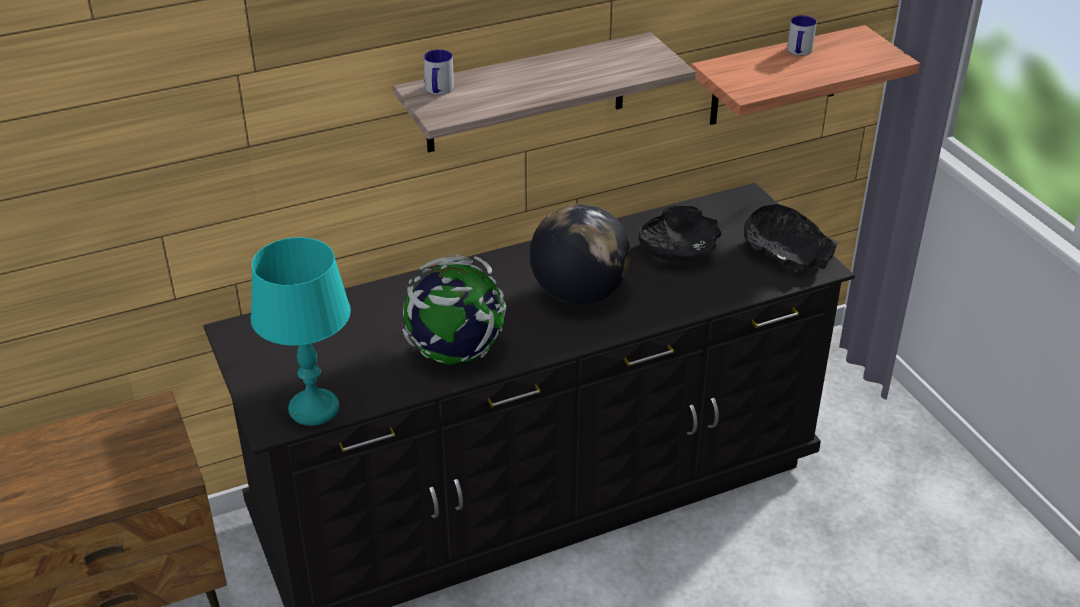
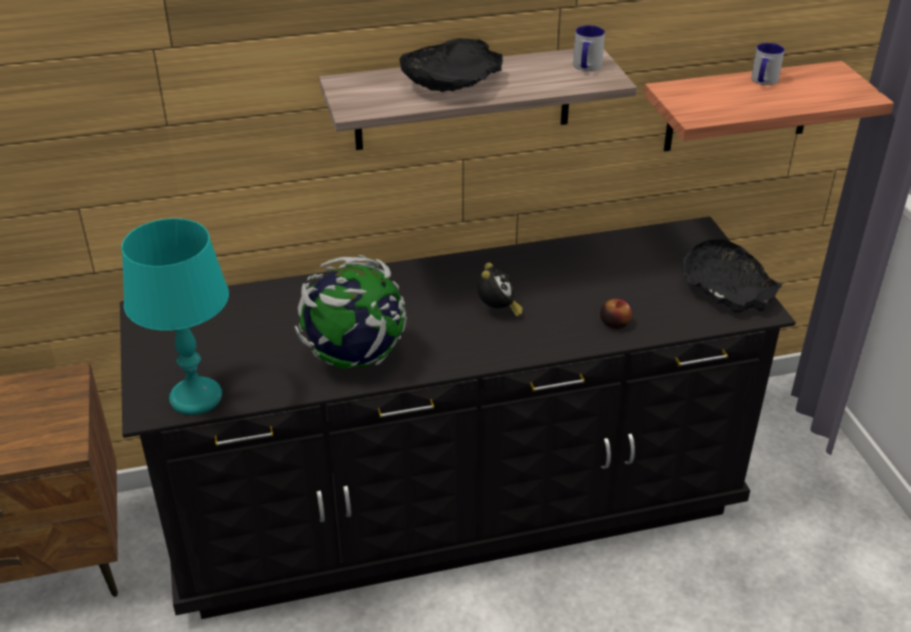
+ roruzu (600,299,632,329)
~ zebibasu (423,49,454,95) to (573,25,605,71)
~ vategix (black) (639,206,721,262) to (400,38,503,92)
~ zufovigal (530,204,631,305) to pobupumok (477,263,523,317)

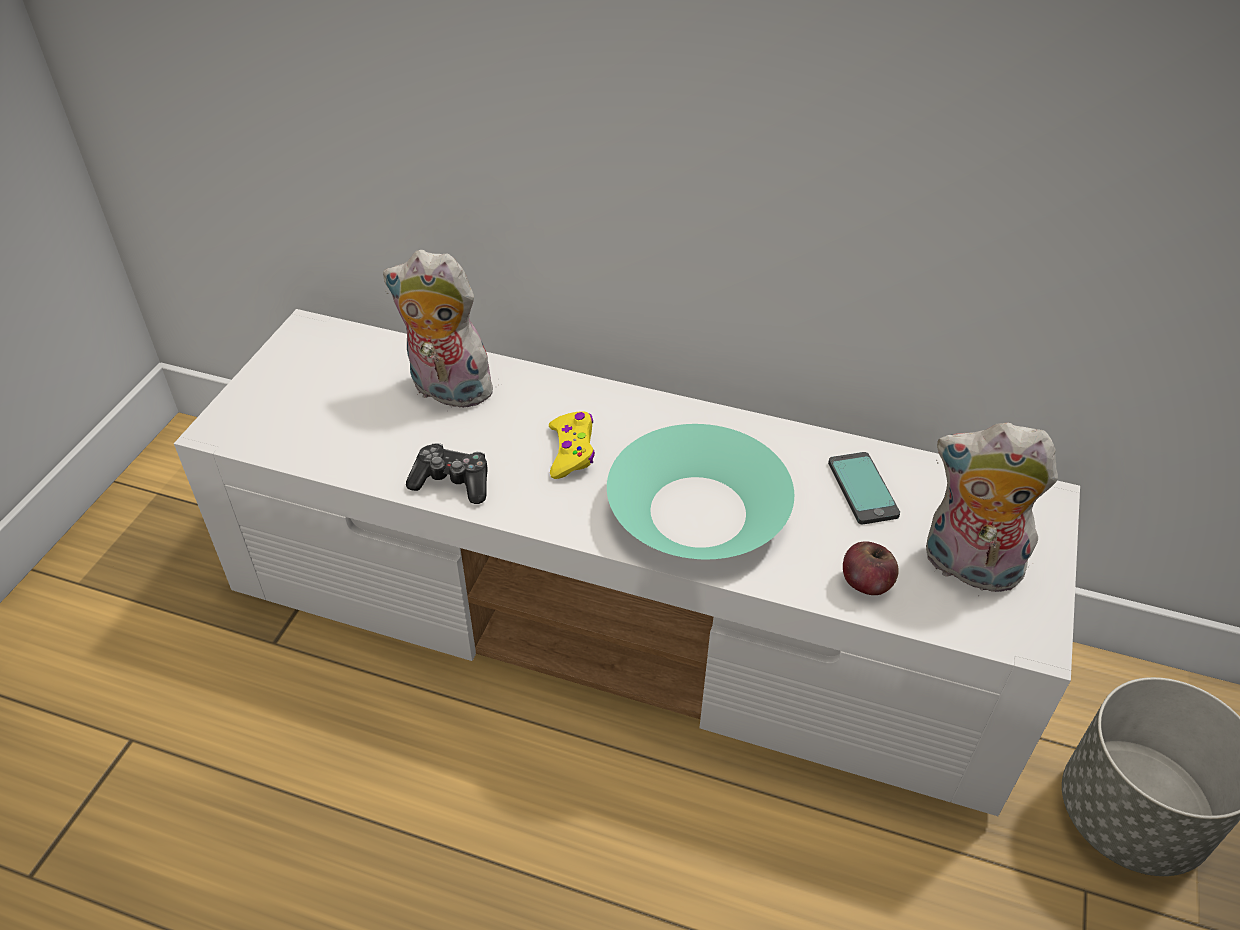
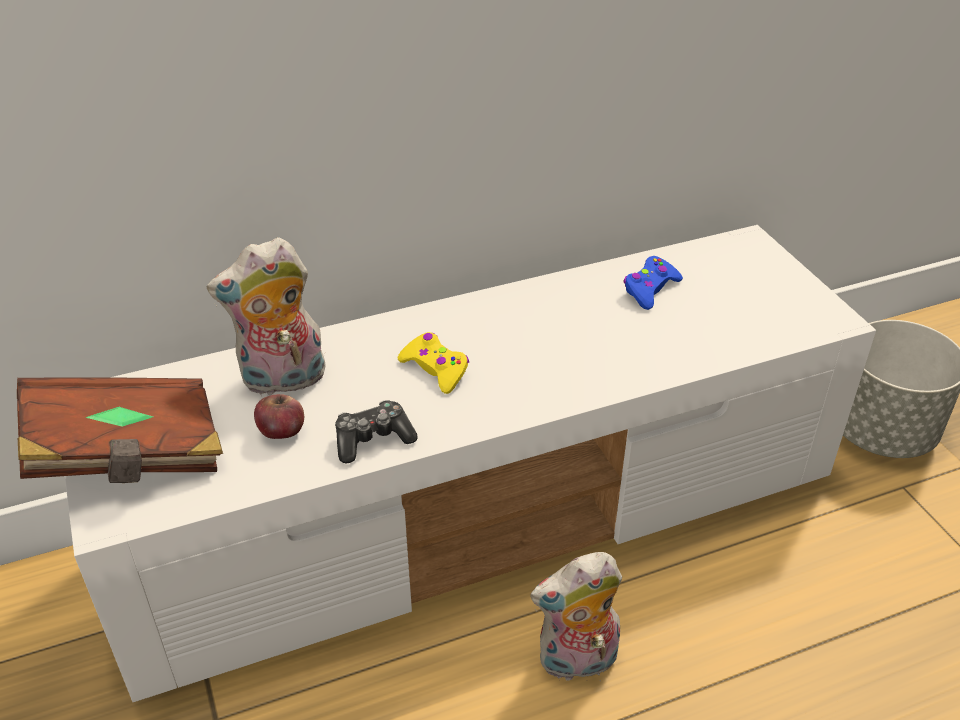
- vategix (turquoise) (607,424,794,559)
+ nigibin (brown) (17,377,223,483)
~ roruzu (843,541,899,595) to (254,394,304,439)
~ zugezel (926,422,1058,596) to (530,552,622,681)
~ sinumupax (828,452,900,525) to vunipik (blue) (623,256,683,310)

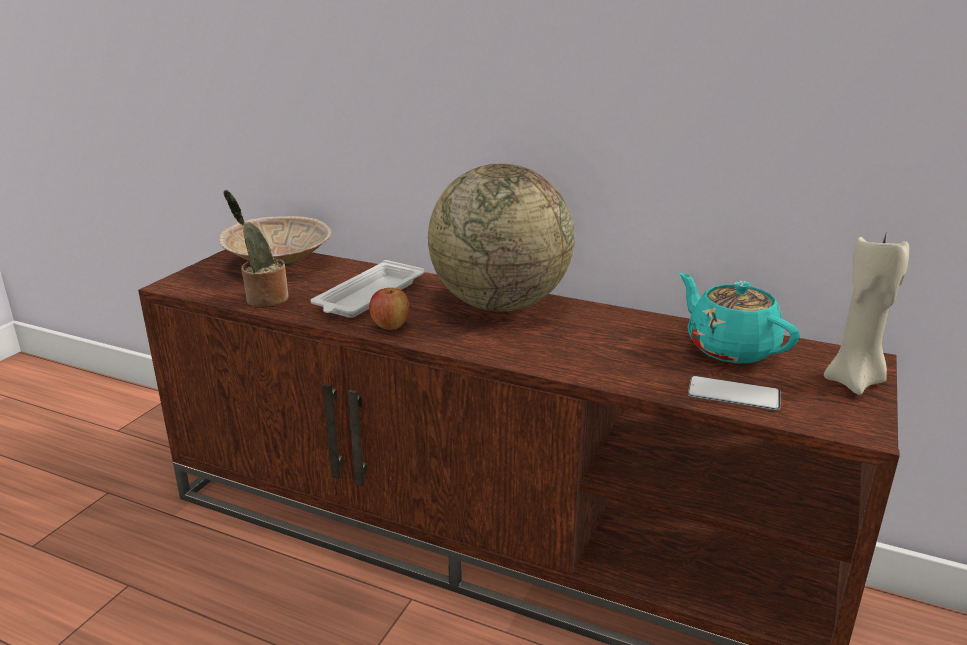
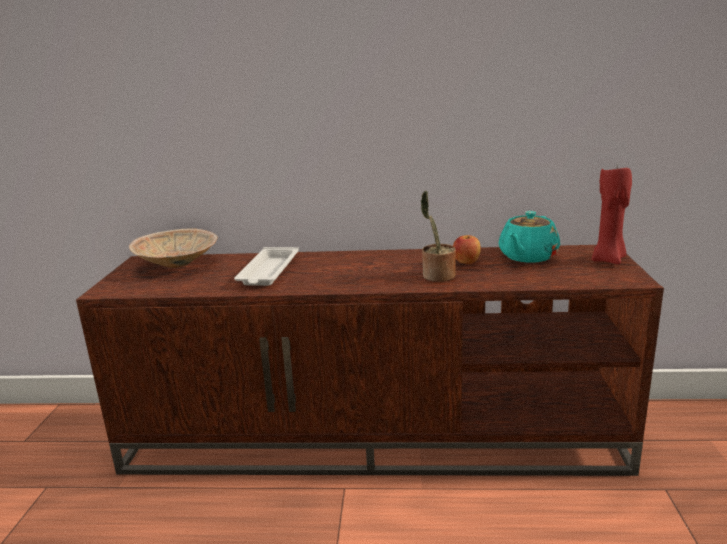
- zufovigal (428,164,575,312)
- sinumupax (688,376,781,410)
~ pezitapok (224,190,288,308) to (421,191,456,282)
~ roruzu (369,288,409,330) to (453,235,481,264)
~ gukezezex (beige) (824,231,909,395) to gukezezex (red) (592,167,632,265)
~ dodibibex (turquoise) (679,273,800,363) = (498,211,560,263) 90 degrees counterclockwise

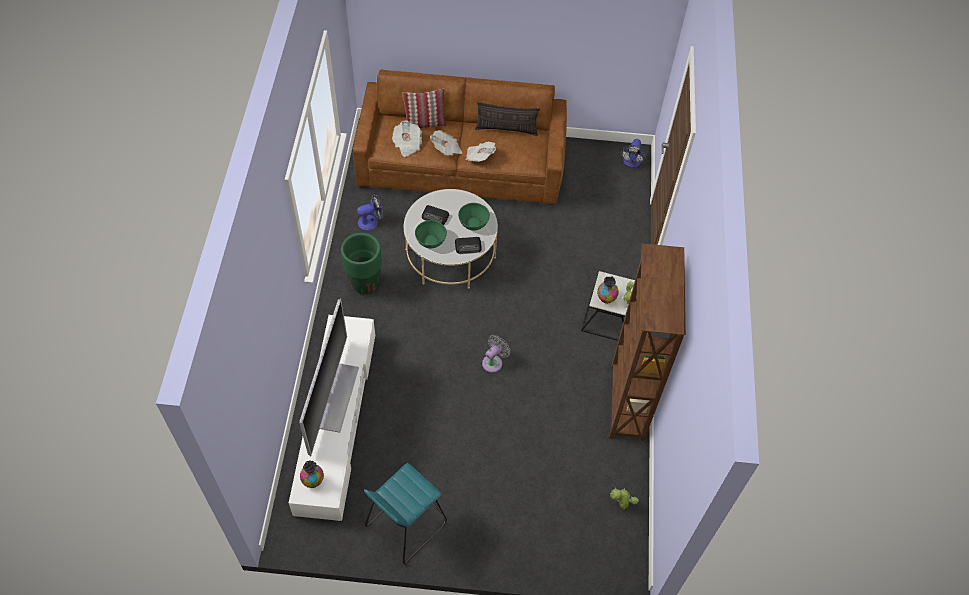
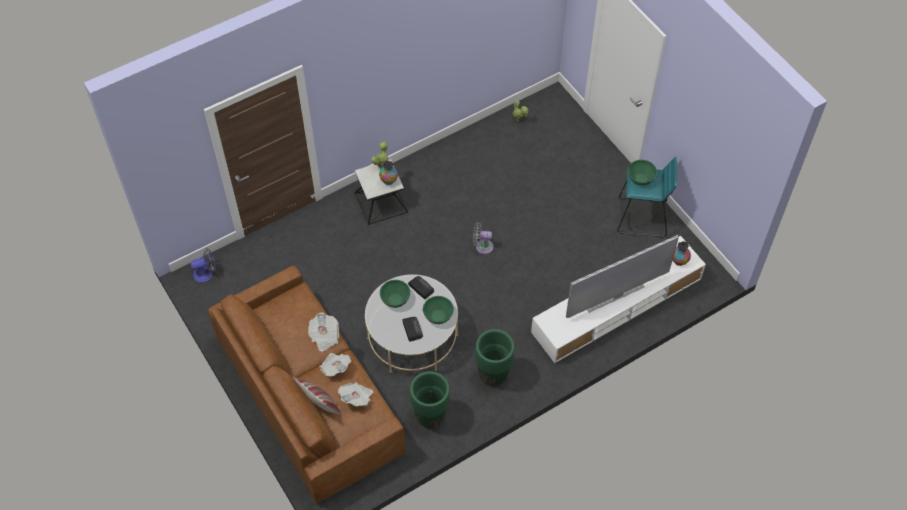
- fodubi (475,102,540,136)
- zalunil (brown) (609,243,686,441)
+ vategix (green) (628,160,657,186)
~ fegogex (357,194,383,230) to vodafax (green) (410,371,450,428)

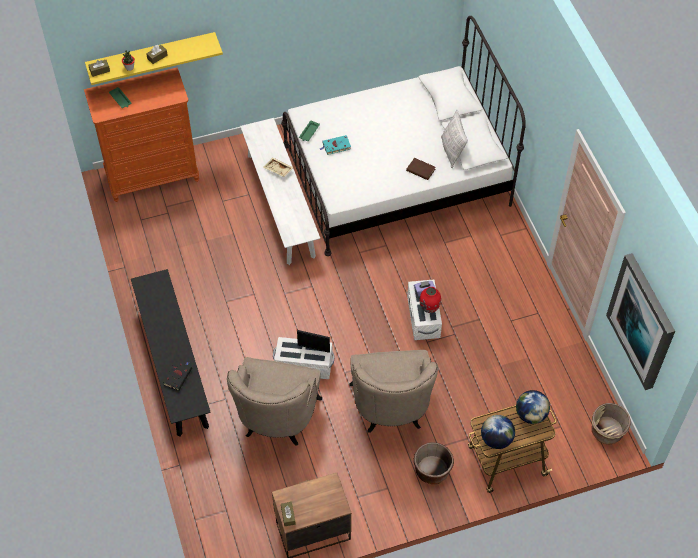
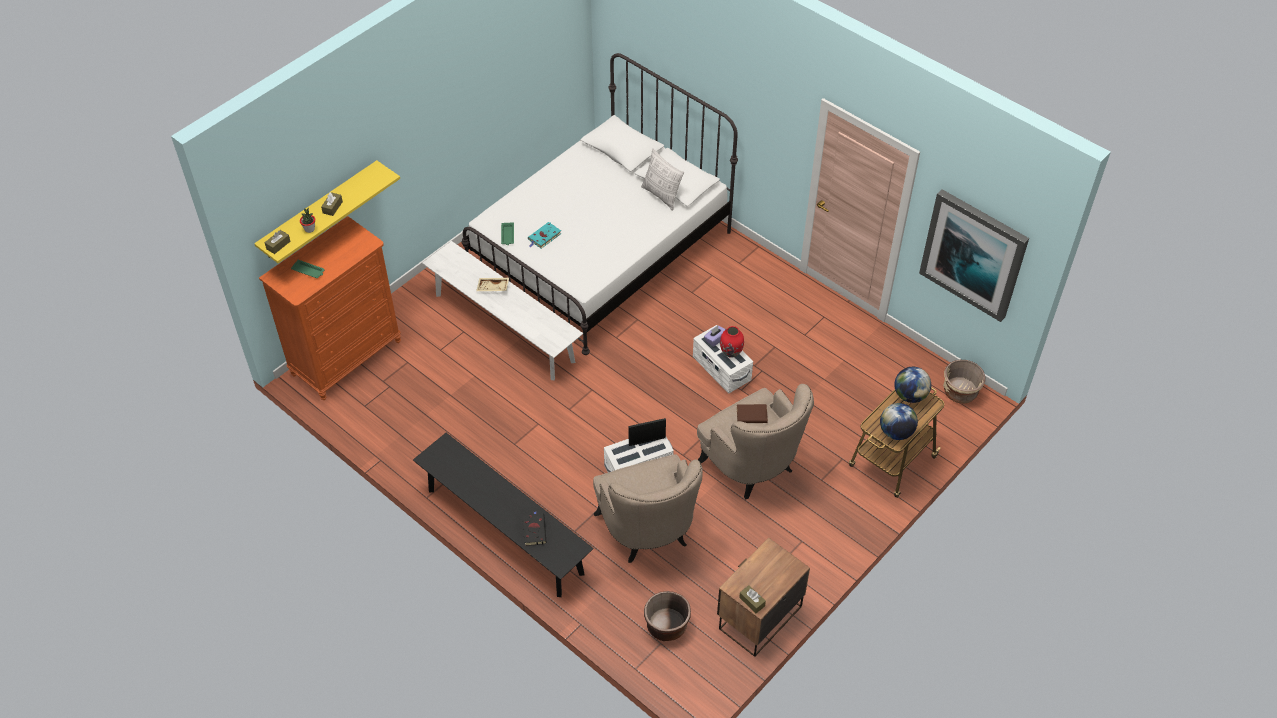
~ nigibin (brown) (406,158,435,180) to (737,404,768,423)
~ vodafax (brown) (414,442,454,484) to (644,591,691,641)

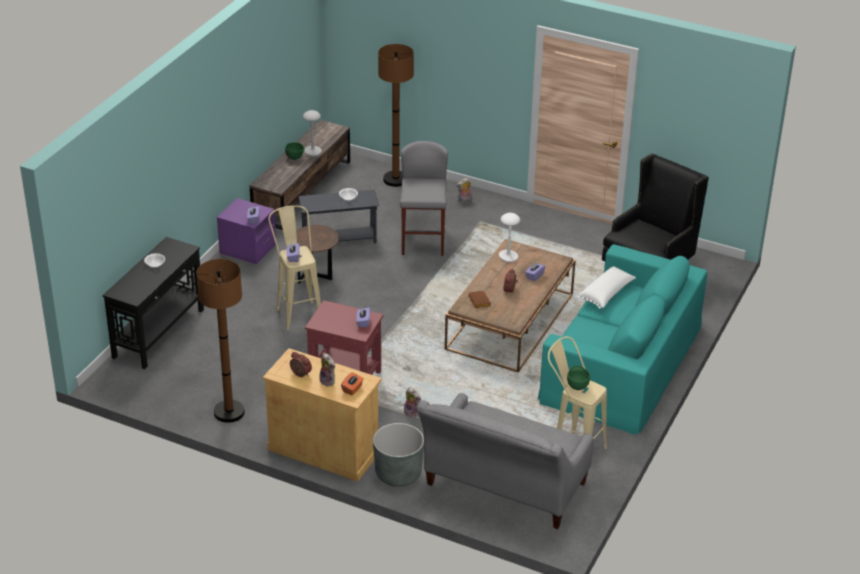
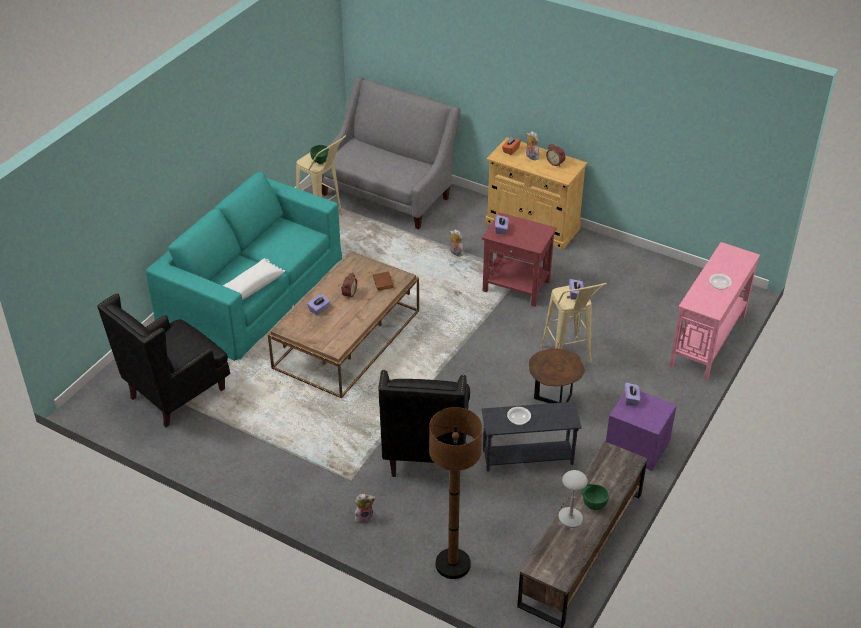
- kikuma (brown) (197,259,245,423)
- vodafax (grey) (373,423,424,487)
- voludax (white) (499,213,520,262)
~ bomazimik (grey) (400,141,448,256) to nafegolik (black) (379,370,470,477)
~ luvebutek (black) (103,237,204,369) to luvebutek (pink) (669,242,760,381)

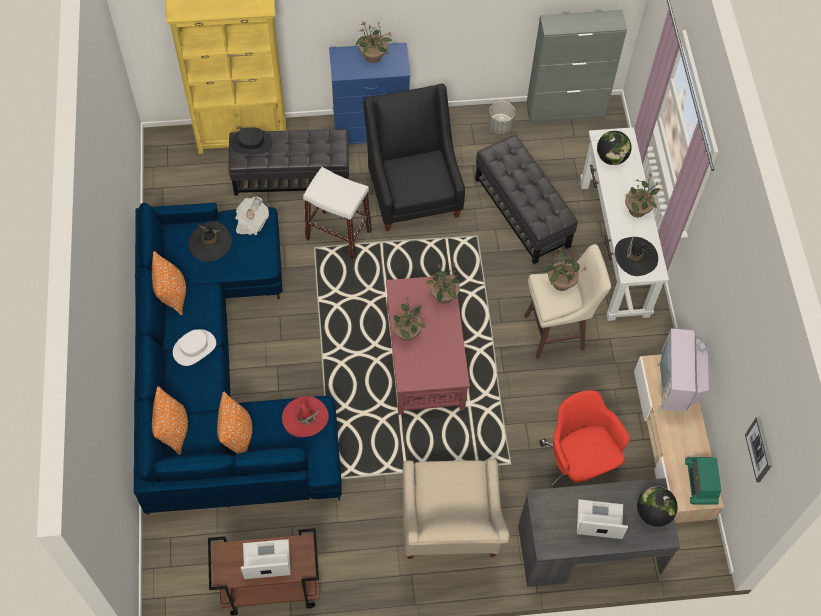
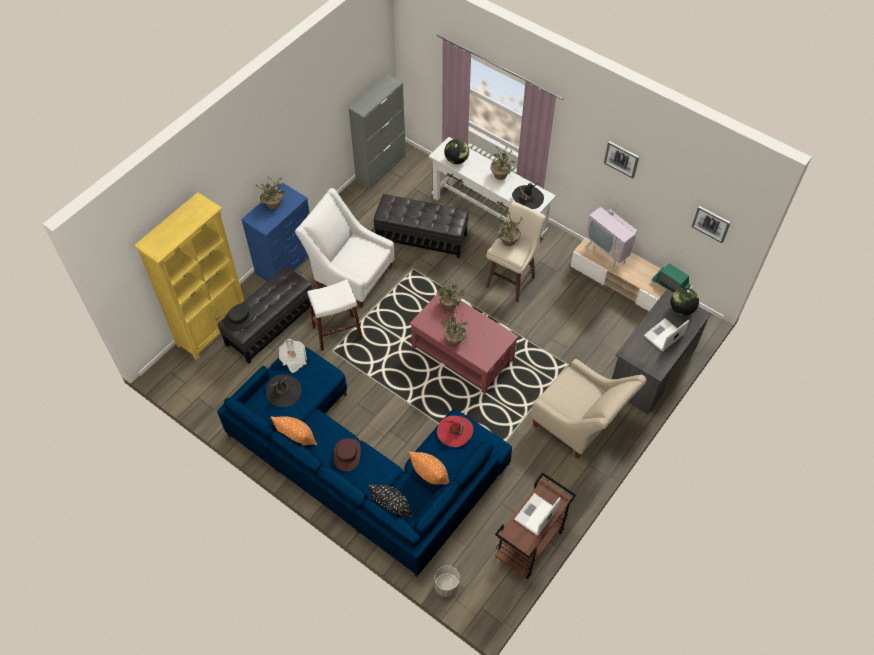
- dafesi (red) (539,390,630,488)
+ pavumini (604,141,639,178)
~ vodafax (grey) (488,101,515,134) to (434,566,460,597)
~ fodubi (orange) (152,386,188,455) to fodubi (black) (369,484,412,517)
~ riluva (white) (173,329,216,366) to riluva (brown) (334,438,361,471)
~ nafegolik (black) (363,84,465,231) to nafegolik (white) (295,188,395,308)

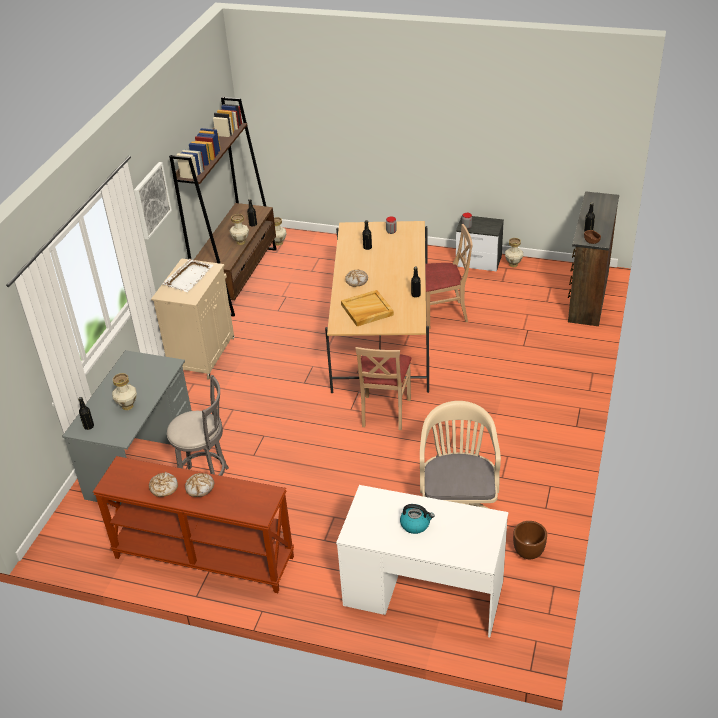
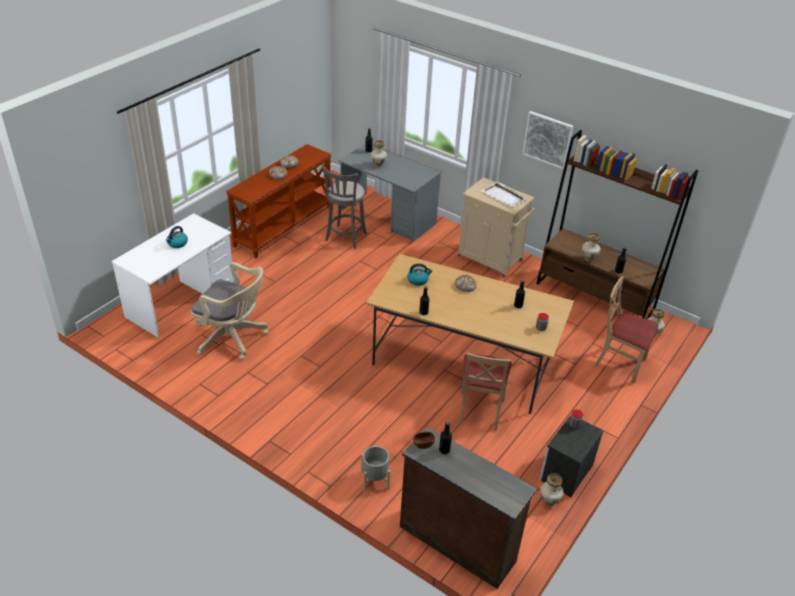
- vodafax (brown) (513,521,547,559)
+ vodafax (grey) (361,446,390,492)
~ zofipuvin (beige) (355,347,411,430) to (594,276,659,384)
~ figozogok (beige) (341,290,394,326) to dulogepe (407,264,432,286)

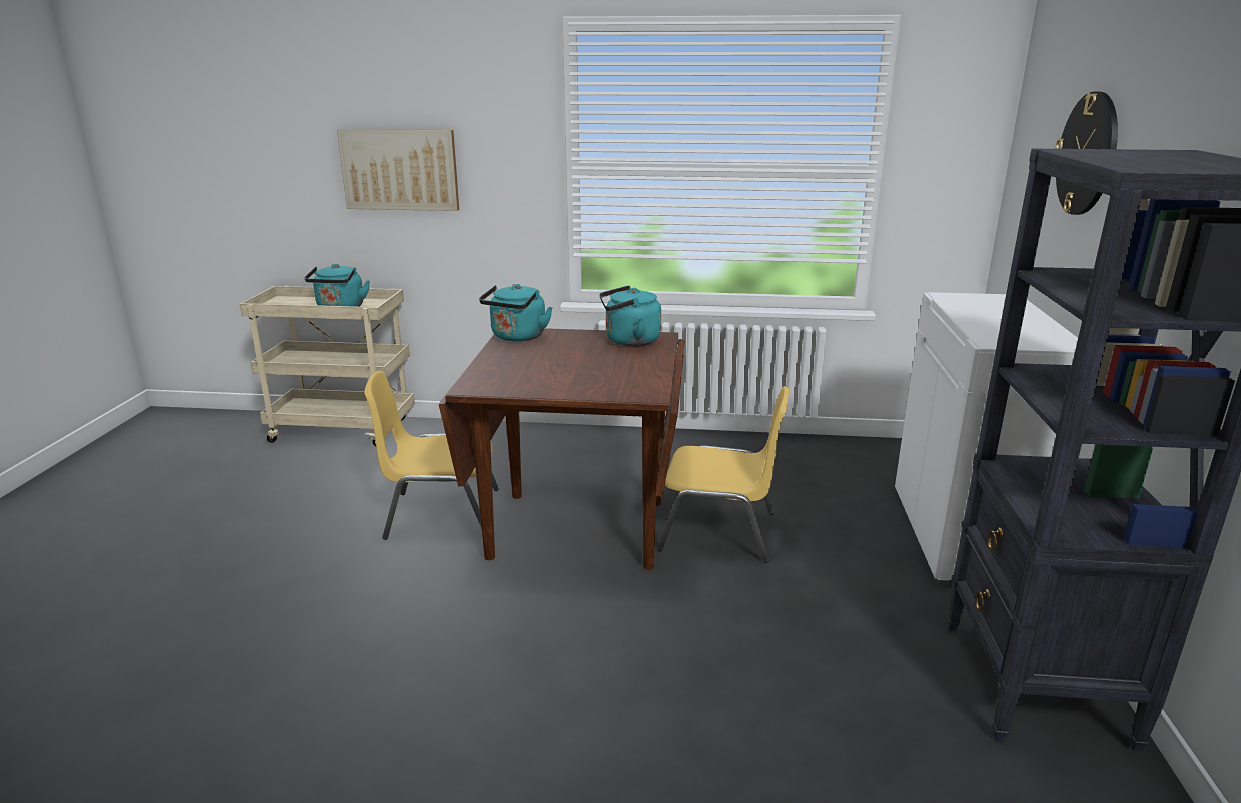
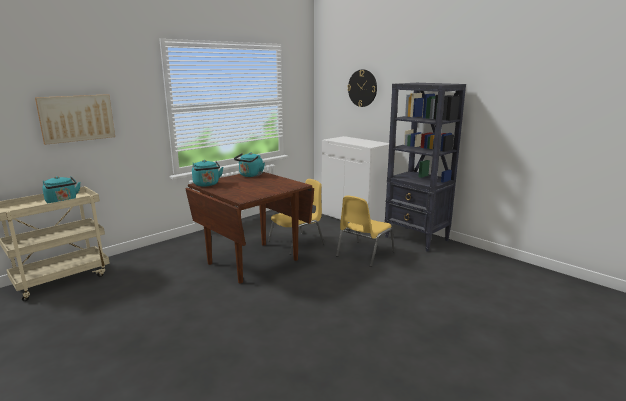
~ zofipuvin (yellow) (364,371,499,540) to (336,196,395,267)

